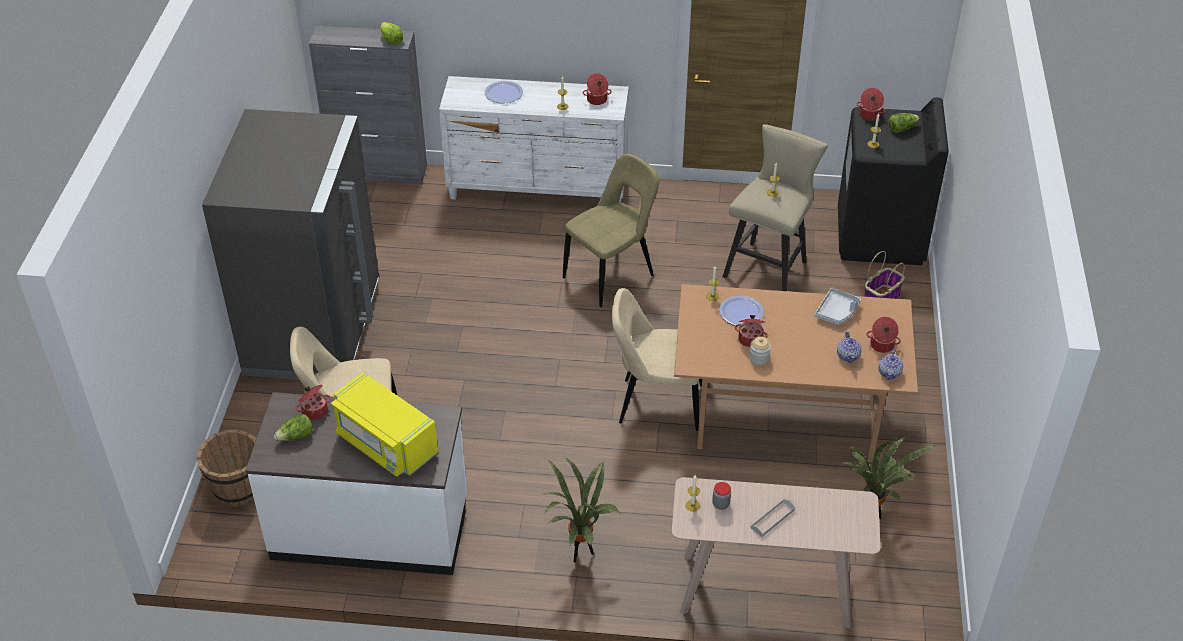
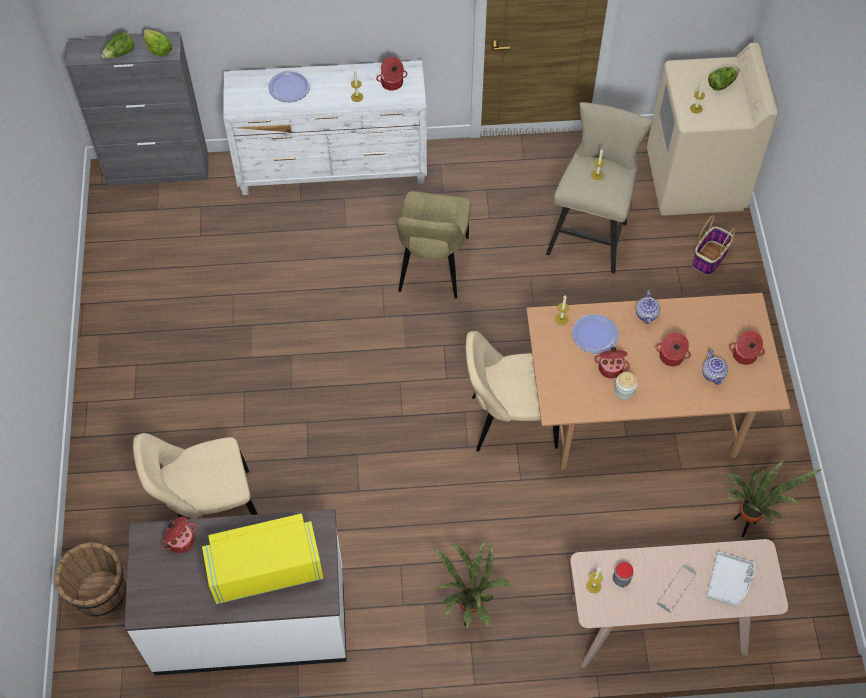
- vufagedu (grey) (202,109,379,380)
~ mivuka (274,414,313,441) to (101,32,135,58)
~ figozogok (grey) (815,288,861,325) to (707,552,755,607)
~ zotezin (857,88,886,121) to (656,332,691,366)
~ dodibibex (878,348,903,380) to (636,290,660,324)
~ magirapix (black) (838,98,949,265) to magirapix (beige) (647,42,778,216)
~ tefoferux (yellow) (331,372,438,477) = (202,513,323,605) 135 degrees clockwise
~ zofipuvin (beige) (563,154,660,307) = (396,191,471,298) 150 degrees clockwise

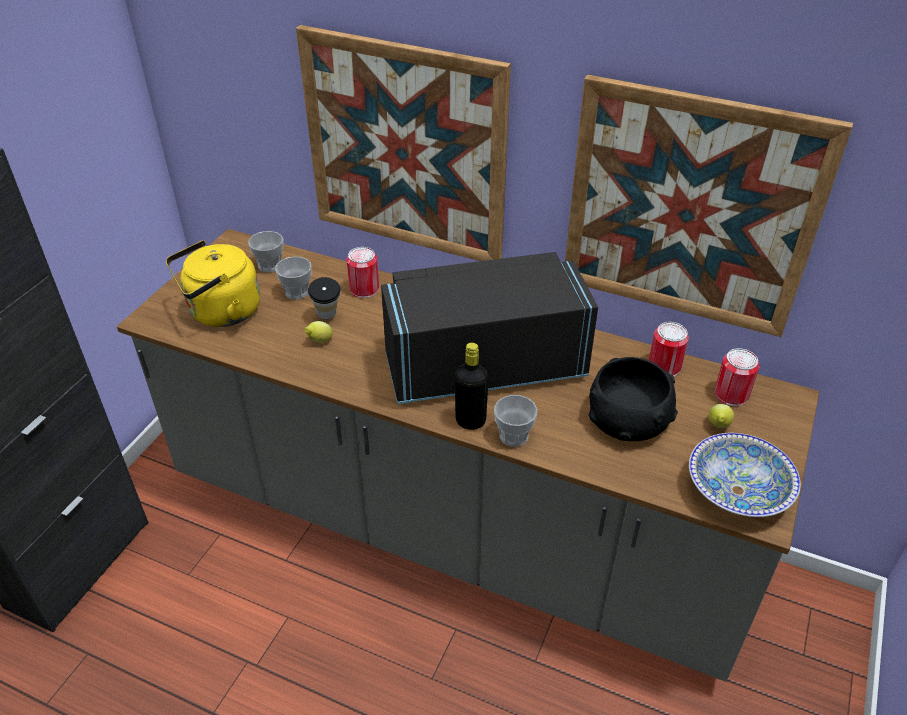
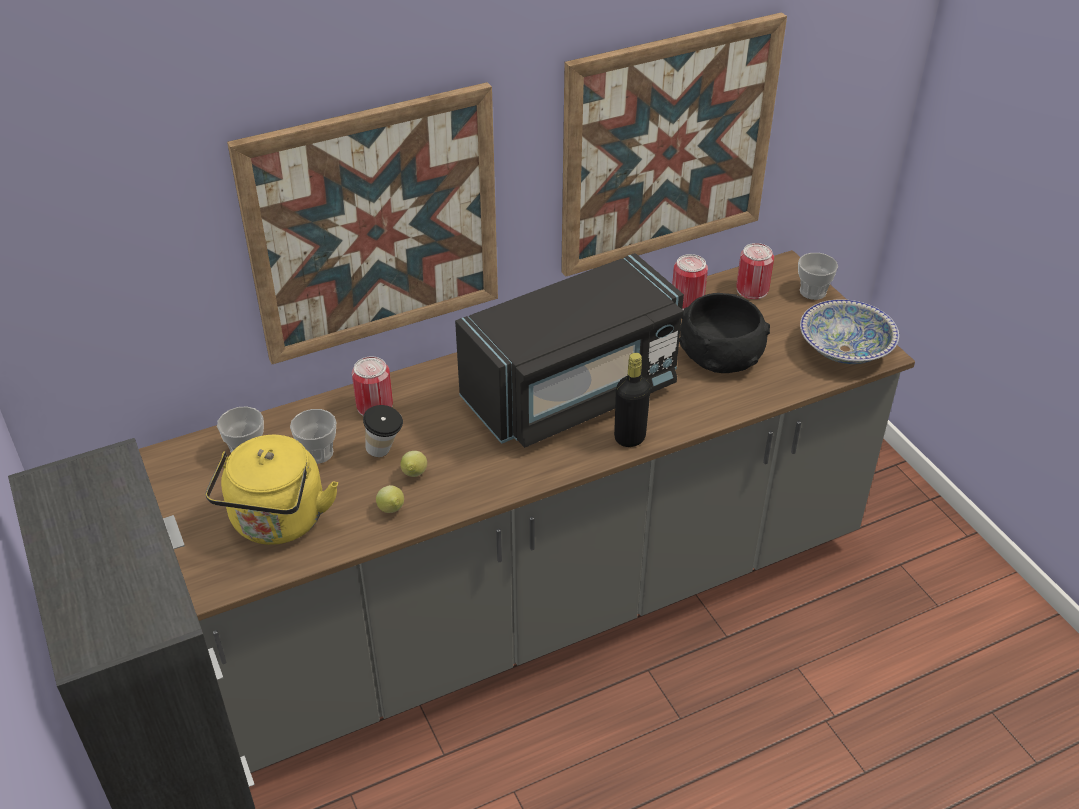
~ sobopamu (494,395,537,447) to (798,253,838,300)
~ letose (708,404,734,428) to (376,485,404,513)
~ tefoferux (black) (381,252,598,404) = (455,253,684,448) 150 degrees counterclockwise

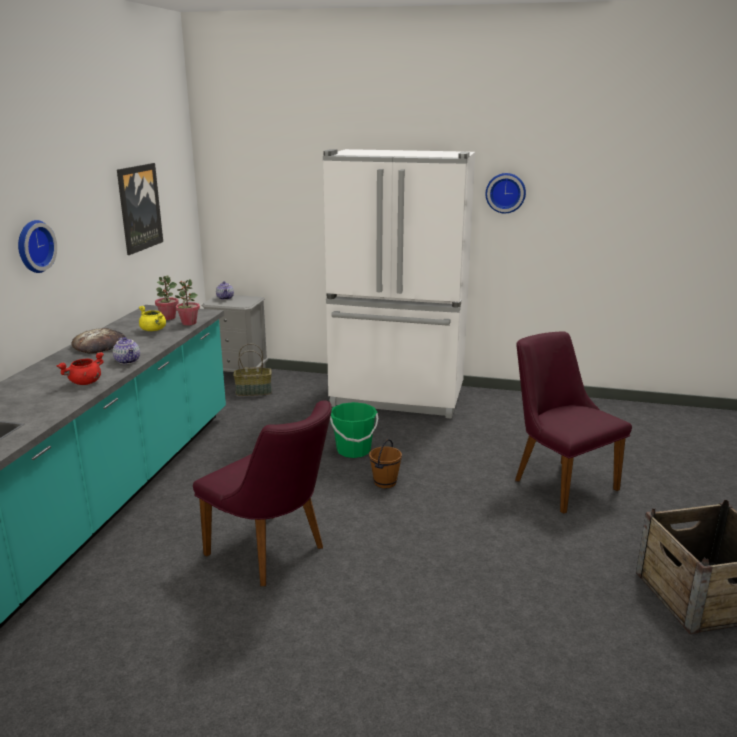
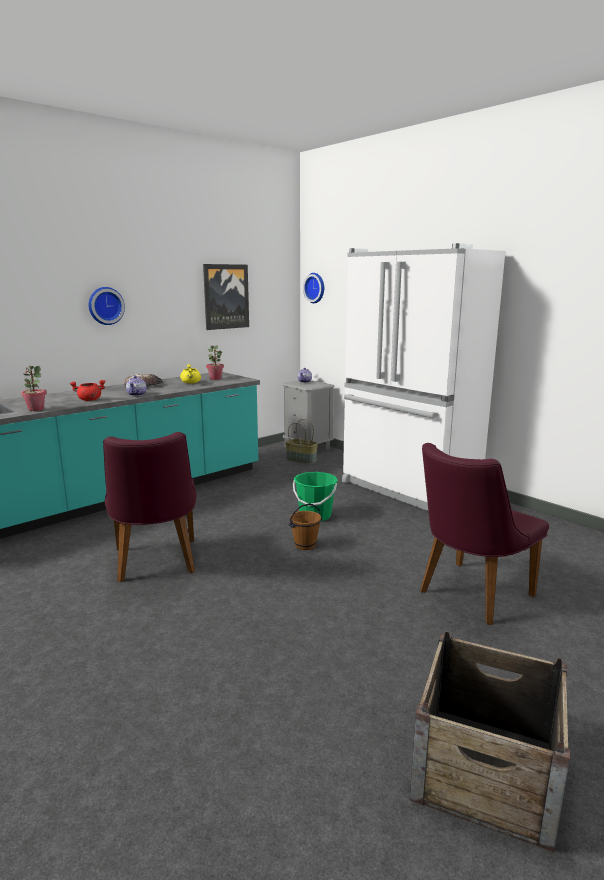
~ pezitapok (175,279,200,325) to (21,366,47,411)
~ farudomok (486,173,526,213) to (303,273,324,303)
~ zofipuvin (purple) (515,331,632,514) = (420,443,549,625) 135 degrees counterclockwise

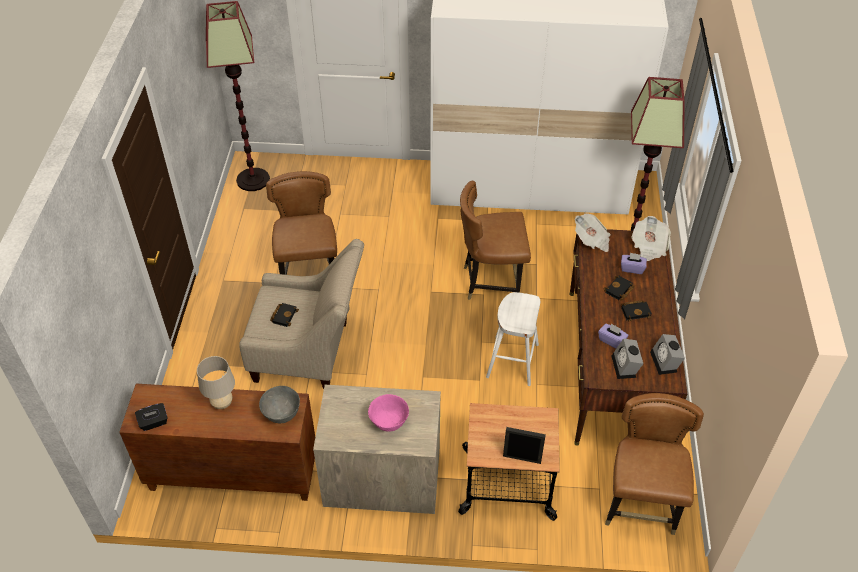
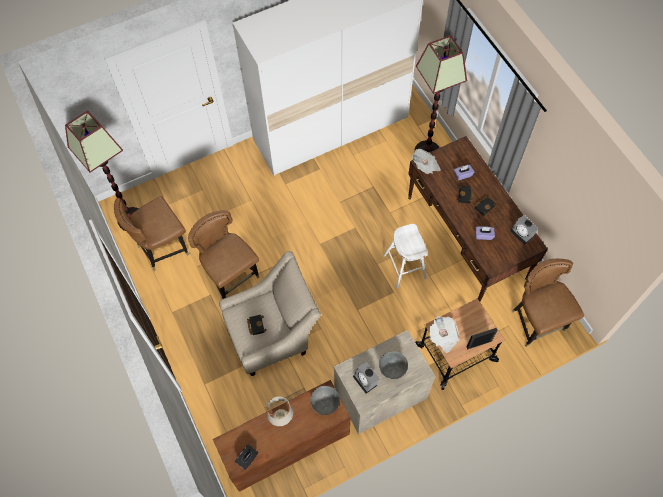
~ zofipuvin (brown) (460,181,531,300) to (114,196,189,271)
~ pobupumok (612,338,643,379) to (353,362,380,394)
~ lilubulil (631,216,671,261) to (429,316,460,353)
~ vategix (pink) (368,394,409,432) to vategix (grey) (379,351,408,379)

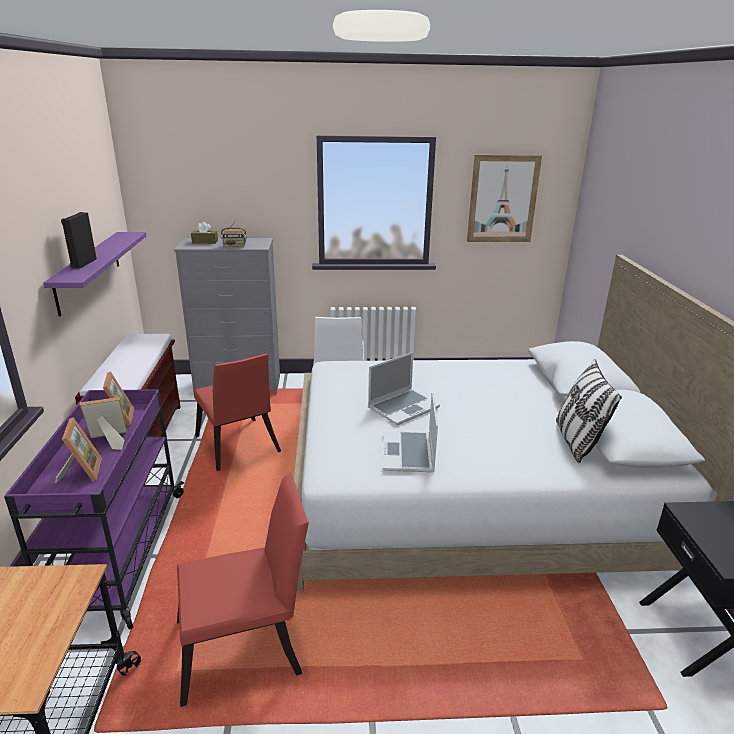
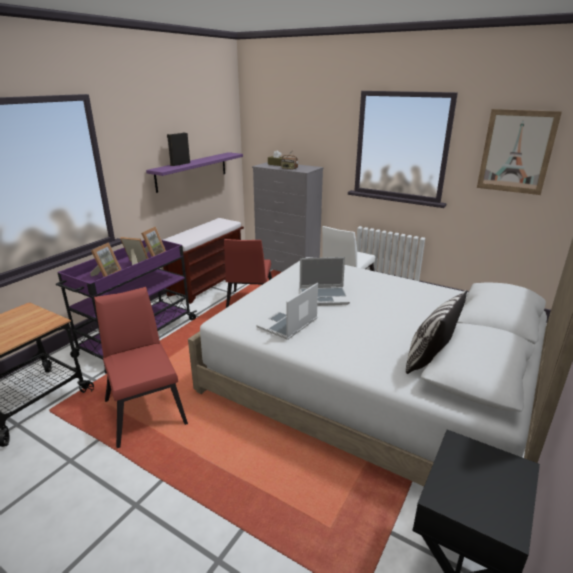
~ zofipuvin (red) (177,473,309,707) = (94,287,188,448) 135 degrees counterclockwise

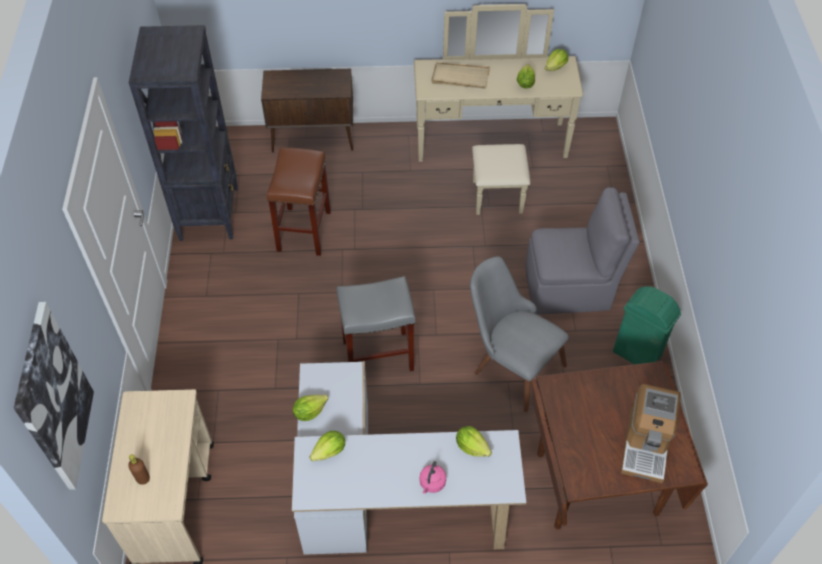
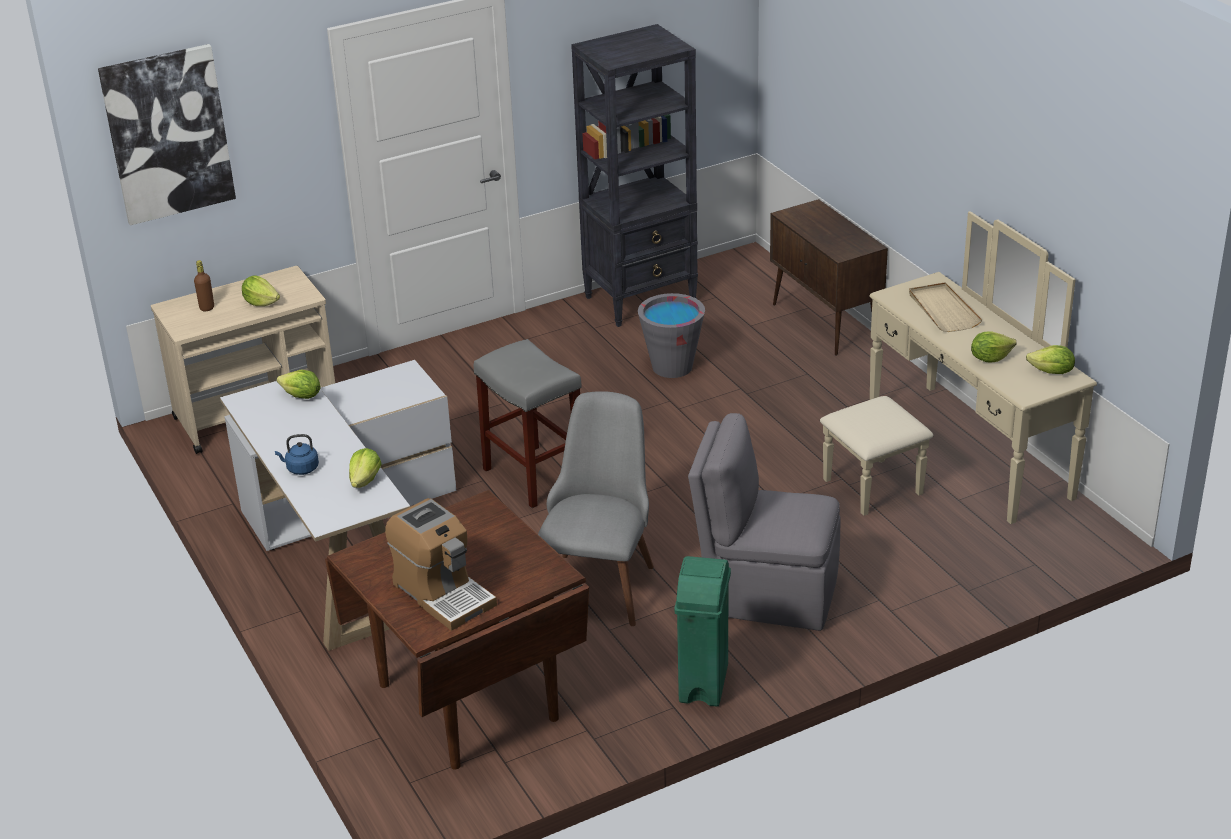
~ mivuka (293,395,328,421) to (242,275,280,306)
~ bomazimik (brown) (267,148,331,256) to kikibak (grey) (638,293,705,378)
~ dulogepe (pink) (420,461,446,494) to dulogepe (blue) (275,434,319,475)
~ zofipuvin (grey) (526,187,640,315) = (688,413,840,631) 135 degrees clockwise
~ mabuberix (621,384,681,483) = (385,498,497,631) 120 degrees counterclockwise

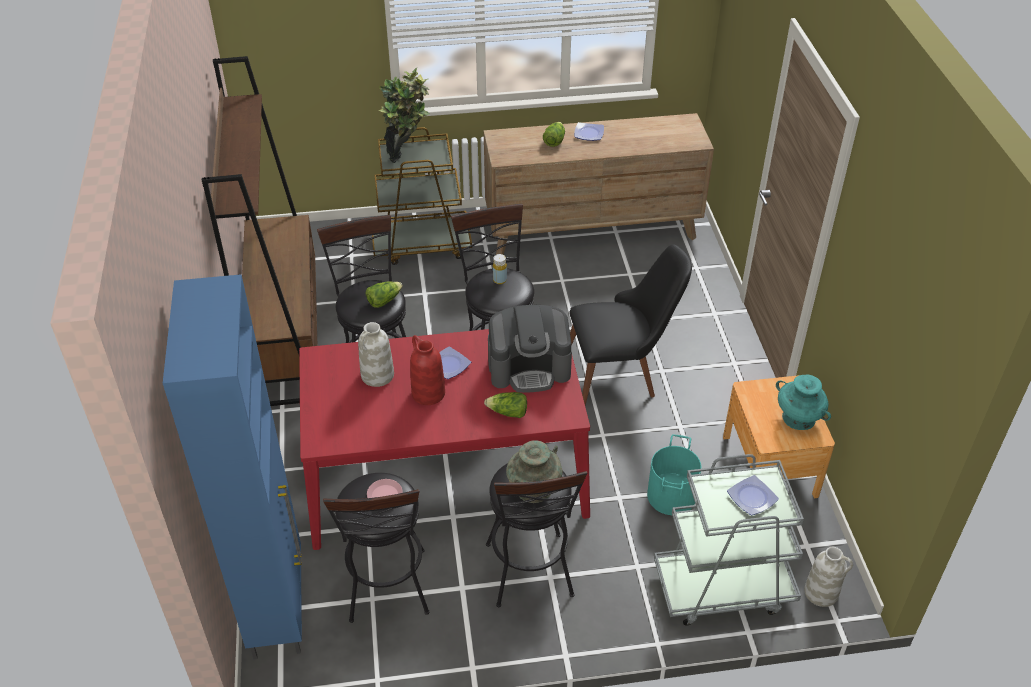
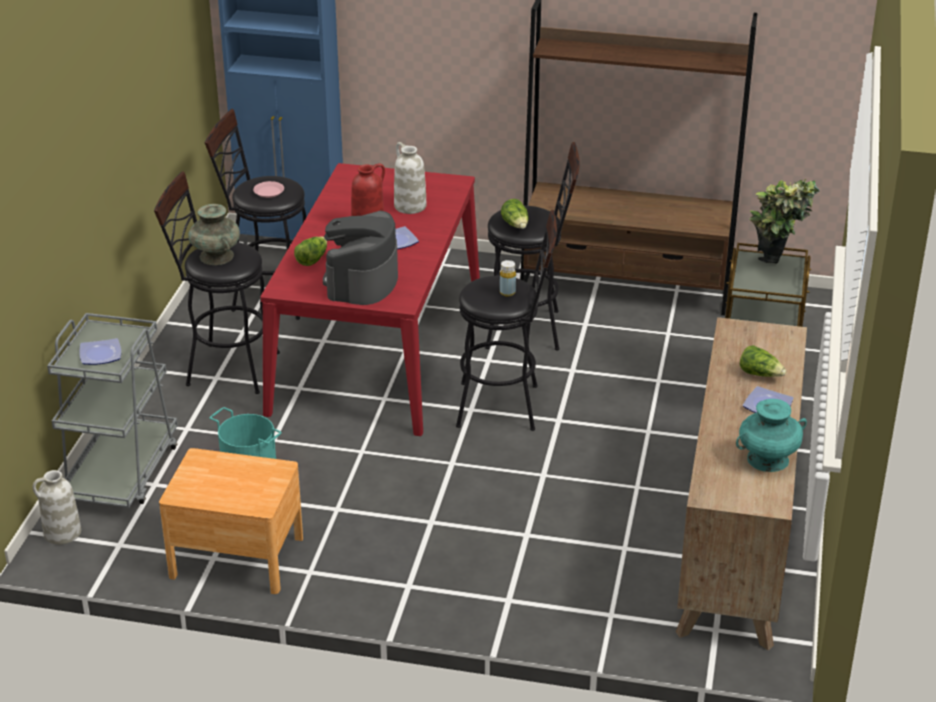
- zofipuvin (black) (569,244,692,406)
~ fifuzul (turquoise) (776,374,831,430) to (736,399,807,472)

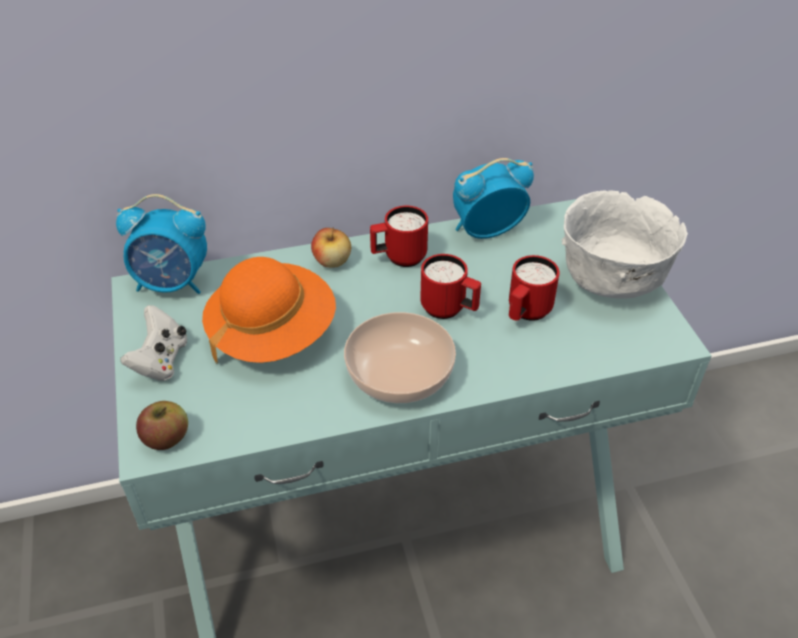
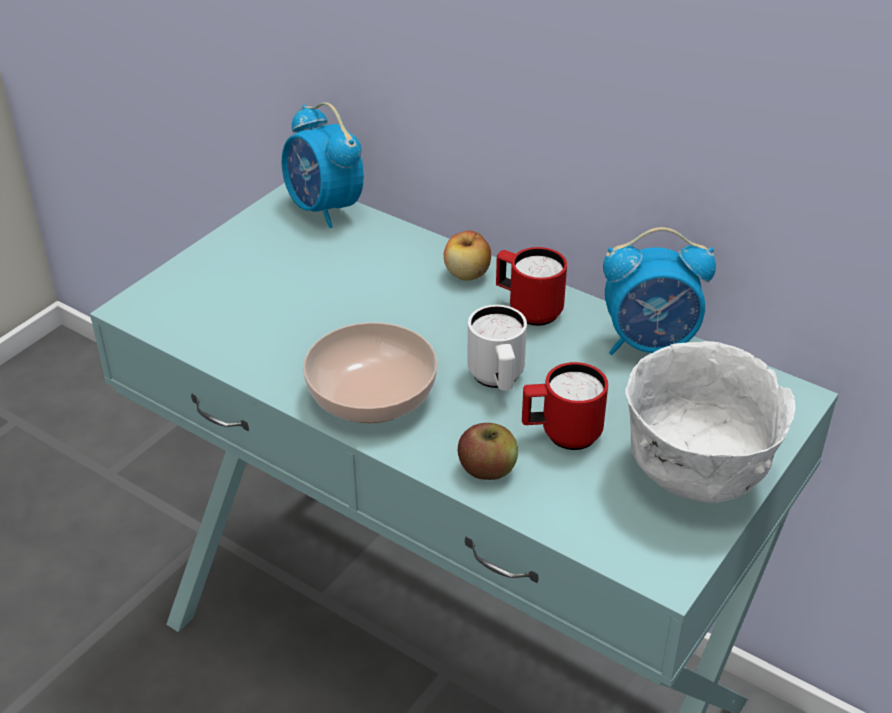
- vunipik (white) (120,305,187,381)
- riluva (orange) (202,257,336,364)
~ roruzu (136,401,188,450) to (458,423,518,480)
~ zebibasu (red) (420,254,481,319) to zebibasu (white) (467,305,527,391)
~ pobupumok (453,158,534,239) = (603,227,716,355) 150 degrees clockwise

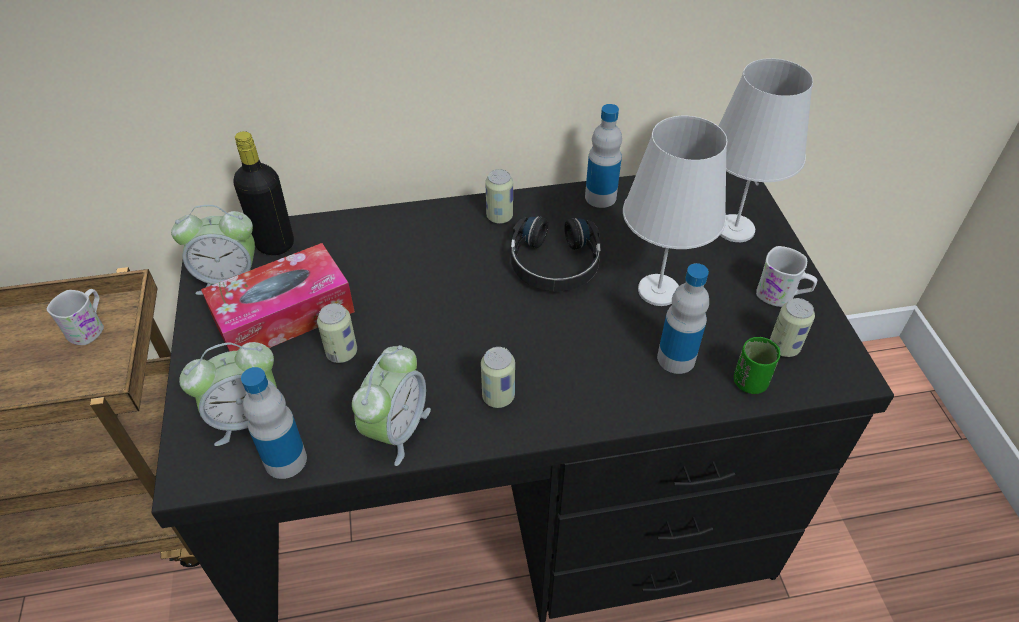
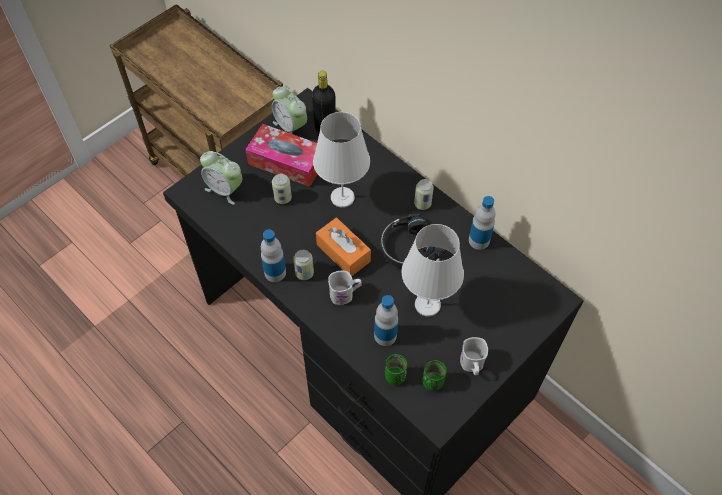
- pobupumok (352,345,431,466)
+ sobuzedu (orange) (316,218,371,276)
~ zebibasu (white) (47,289,104,345) to (328,271,362,305)
~ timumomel (241,367,307,479) to (261,229,286,282)
~ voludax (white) (719,58,813,242) to (313,112,370,208)
~ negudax (770,298,815,357) to sobopamu (green) (422,360,446,391)

